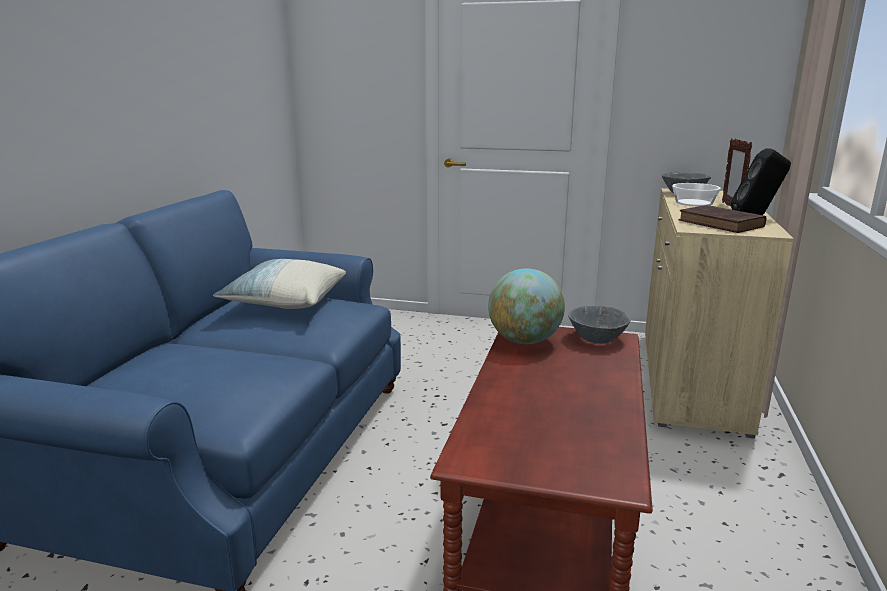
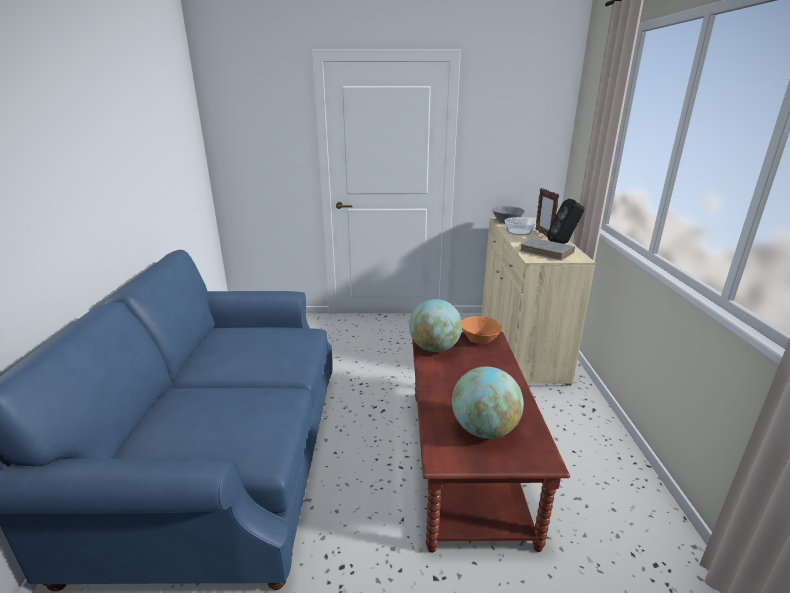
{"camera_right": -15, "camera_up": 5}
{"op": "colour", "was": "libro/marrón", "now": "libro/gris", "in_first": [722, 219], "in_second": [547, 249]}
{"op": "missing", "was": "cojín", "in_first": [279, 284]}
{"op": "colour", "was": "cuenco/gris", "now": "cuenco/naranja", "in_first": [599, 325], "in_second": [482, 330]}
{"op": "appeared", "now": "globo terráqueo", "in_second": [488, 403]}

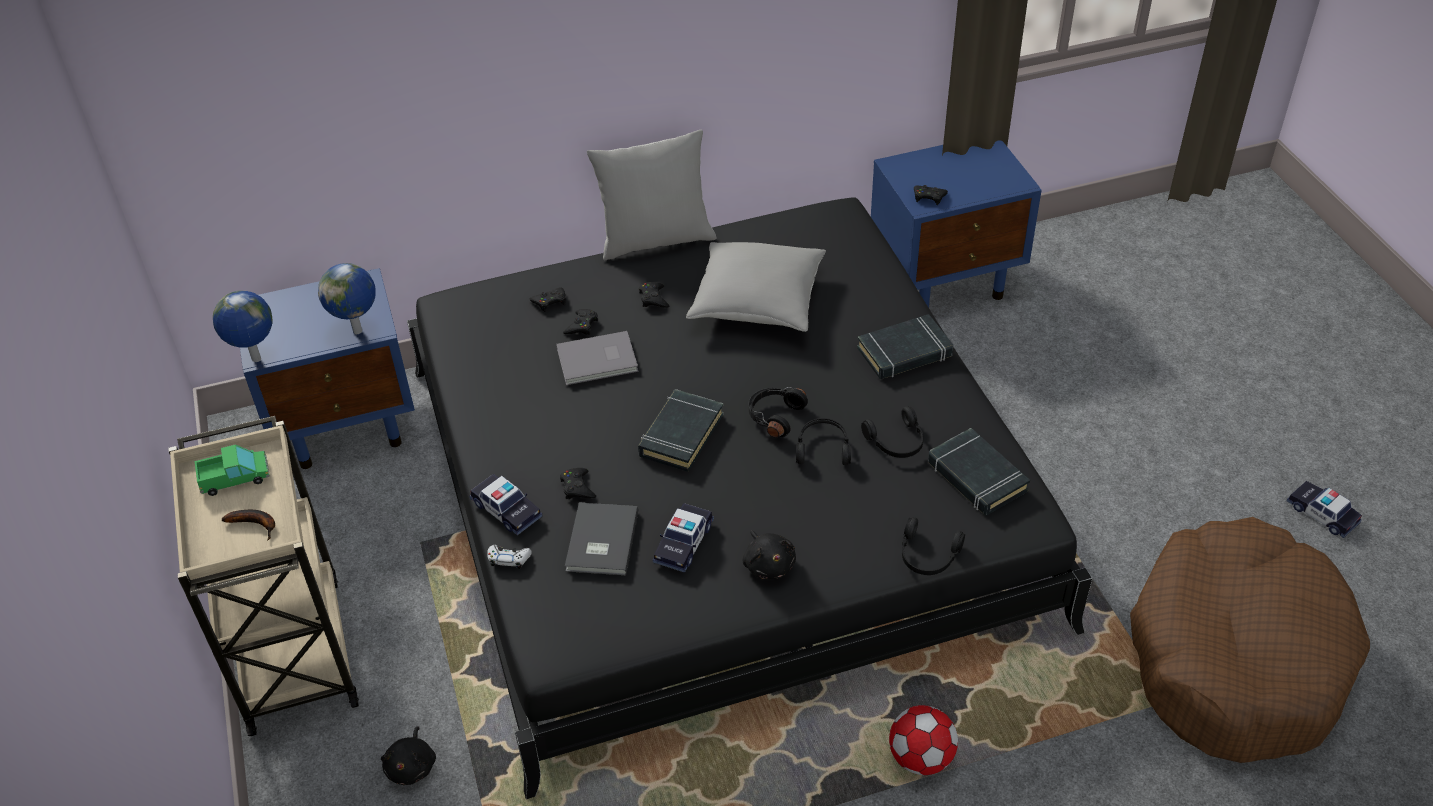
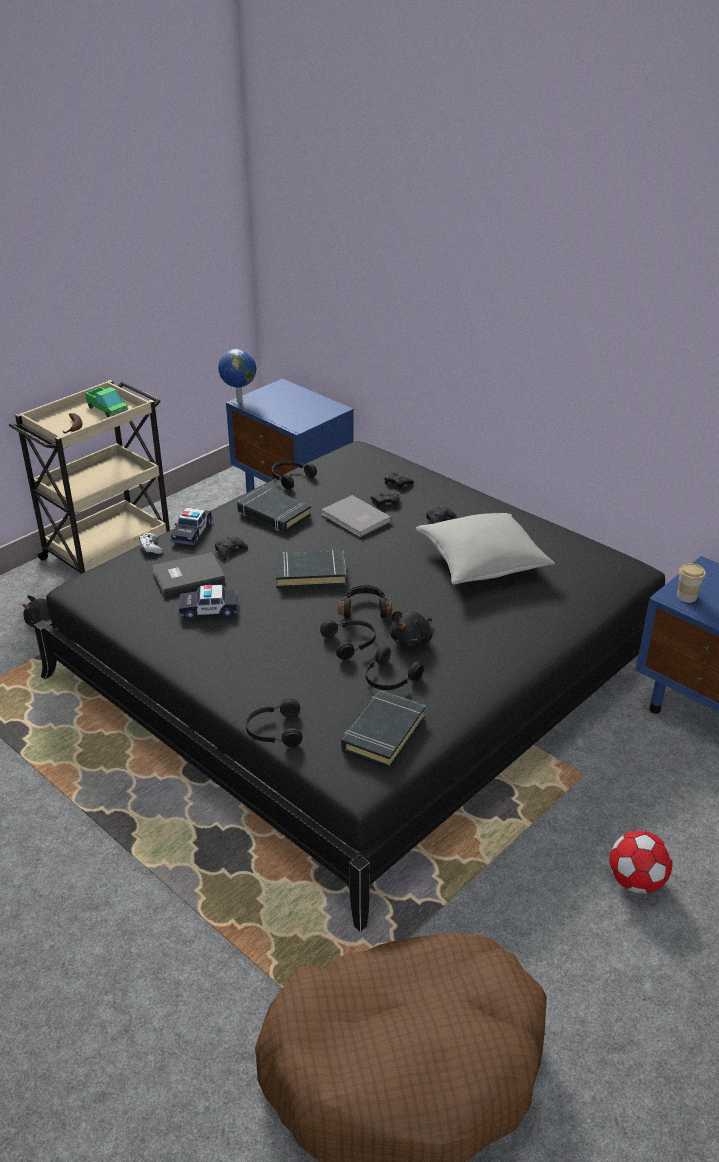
{"camera_right": 60, "camera_up": -10}
{"op": "missing", "was": "cojín/gris", "in_first": [652, 195]}
{"op": "exchanged", "was": "mando de consola/negro", "now": "taza", "in_first": [931, 195], "in_second": [691, 583]}
{"op": "missing", "was": "globo terráqueo", "in_first": [346, 298]}
{"op": "relocated", "was": "libro/negro", "in_first": [905, 346], "in_second": [274, 509]}
{"op": "missing", "was": "coche de juguete", "in_first": [1324, 509]}
{"op": "relocated", "was": "peluche/negro", "in_first": [769, 555], "in_second": [411, 629]}
{"op": "relocated", "was": "balón de fútbol", "in_first": [923, 740], "in_second": [641, 862]}
{"op": "appeared", "now": "auriculares/negro", "in_second": [294, 475]}

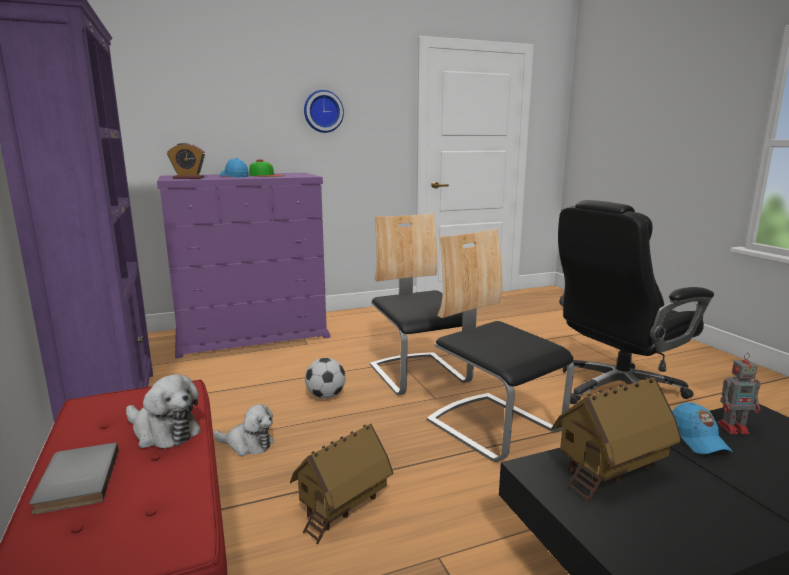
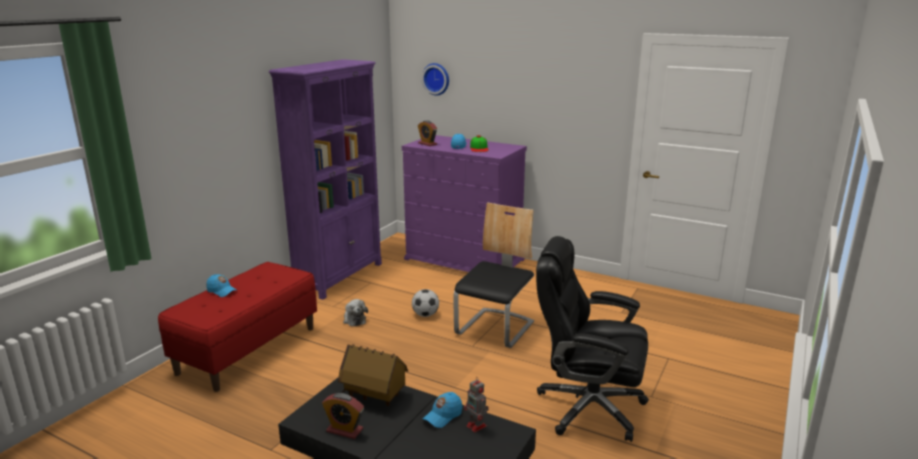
{"camera_right": 50, "camera_up": 5}
{"op": "relocated", "was": "reloj de pared", "in_first": [324, 111], "in_second": [435, 79]}
{"op": "missing", "was": "silla", "in_first": [500, 345]}
{"op": "missing", "was": "peluche", "in_first": [163, 411]}
{"op": "missing", "was": "casita", "in_first": [341, 484]}
{"op": "exchanged", "was": "libro/gris", "now": "gorra/azul", "in_first": [74, 478], "in_second": [222, 285]}
{"op": "appeared", "now": "despertador", "in_second": [343, 416]}

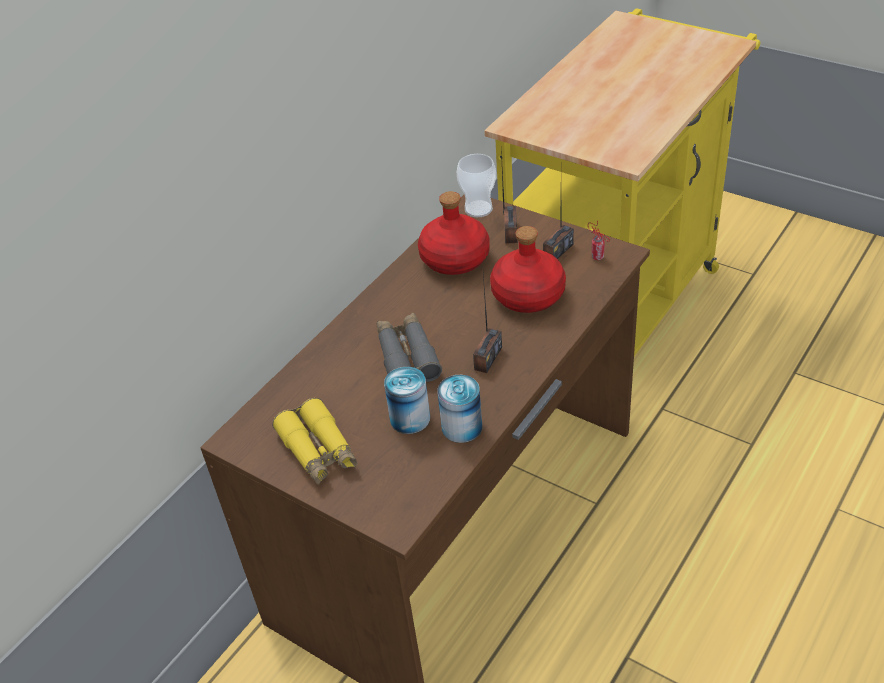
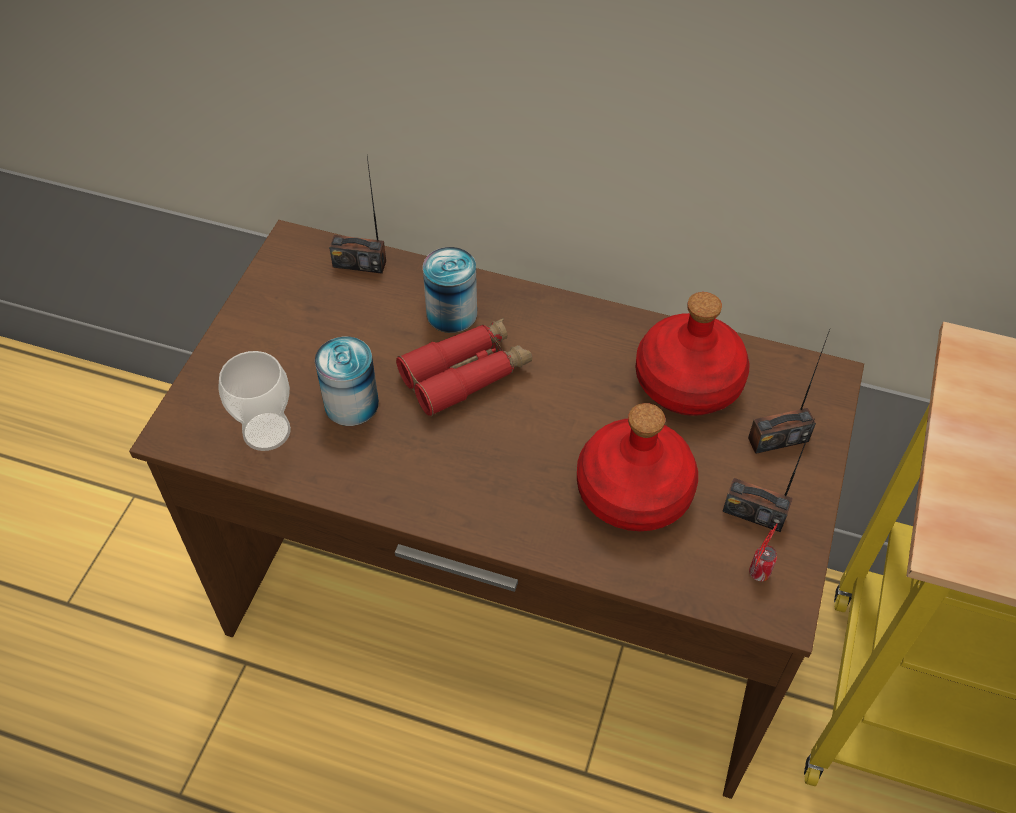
{"camera_right": 70, "camera_up": 10}
{"op": "relocated", "was": "taza", "in_first": [476, 185], "in_second": [254, 401]}
{"op": "relocated", "was": "radio", "in_first": [487, 323], "in_second": [357, 215]}
{"op": "colour", "was": "prismáticos/gris", "now": "prismáticos/rojo", "in_first": [409, 347], "in_second": [464, 367]}
{"op": "relocated", "was": "lata", "in_first": [460, 409], "in_second": [450, 290]}
{"op": "missing", "was": "prismáticos/amarillo", "in_first": [314, 441]}

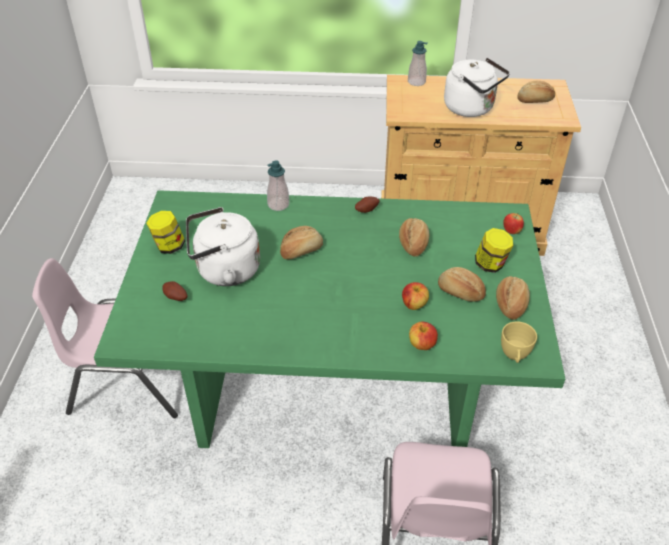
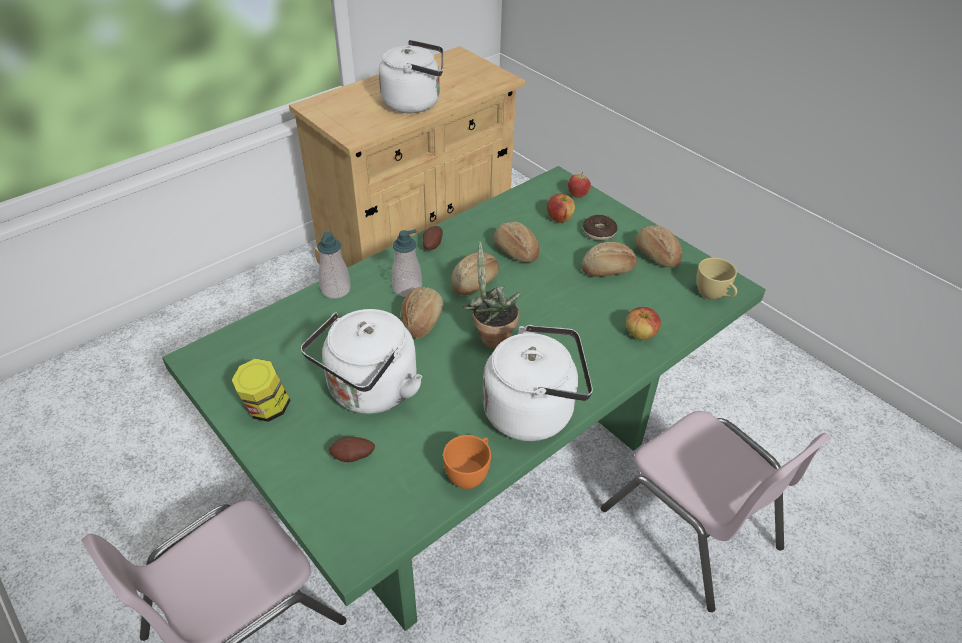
{"camera_right": -45, "camera_up": 0}
{"op": "relocated", "was": "dispensador de jabón", "in_first": [418, 63], "in_second": [407, 263]}
{"op": "relocated", "was": "pan", "in_first": [536, 92], "in_second": [475, 273]}
{"op": "exchanged", "was": "tarro", "now": "rosquilla", "in_first": [494, 250], "in_second": [600, 228]}
{"op": "relocated", "was": "manzana", "in_first": [415, 296], "in_second": [561, 208]}
{"op": "appeared", "now": "planta en maceta", "in_second": [492, 295]}
{"op": "appeared", "now": "hervidor/blanco", "in_second": [537, 383]}
{"op": "appeared", "now": "taza/naranja", "in_second": [467, 462]}

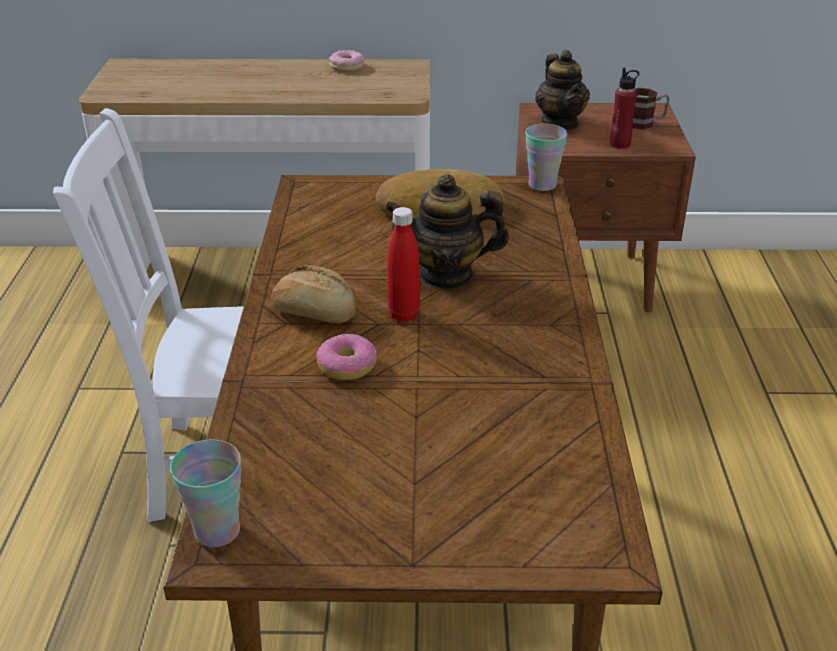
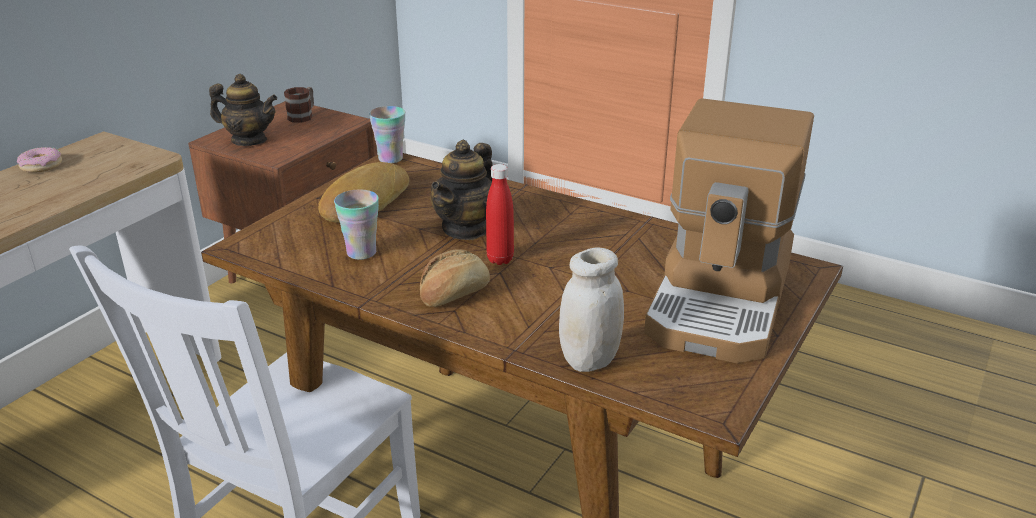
{"camera_right": -60, "camera_up": -5}
{"op": "missing", "was": "botella/rojo", "in_first": [624, 108]}
{"op": "missing", "was": "rosquilla", "in_first": [346, 357]}
{"op": "relocated", "was": "taza", "in_first": [205, 493], "in_second": [356, 225]}
{"op": "appeared", "now": "cafetera", "in_second": [729, 230]}
{"op": "appeared", "now": "tarro/blanco", "in_second": [591, 309]}

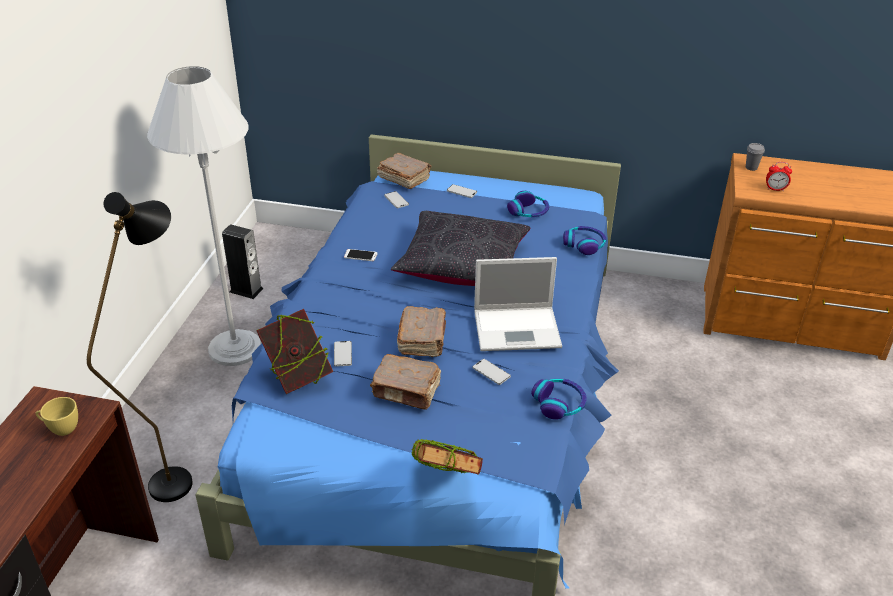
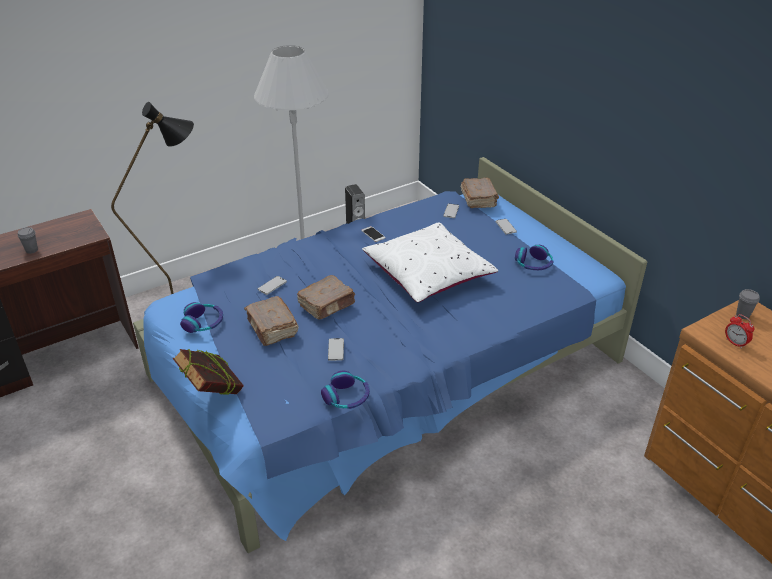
{"camera_right": 45, "camera_up": 0}
{"op": "colour", "was": "cojín/negro", "now": "cojín/blanco", "in_first": [460, 248], "in_second": [430, 262]}
{"op": "relocated", "was": "auriculares", "in_first": [585, 240], "in_second": [201, 317]}
{"op": "missing", "was": "portátil", "in_first": [518, 304]}
{"op": "missing", "was": "libro", "in_first": [295, 351]}
{"op": "missing", "was": "taza/amarillo", "in_first": [57, 416]}
{"op": "appeared", "now": "taza/gris", "in_second": [28, 240]}

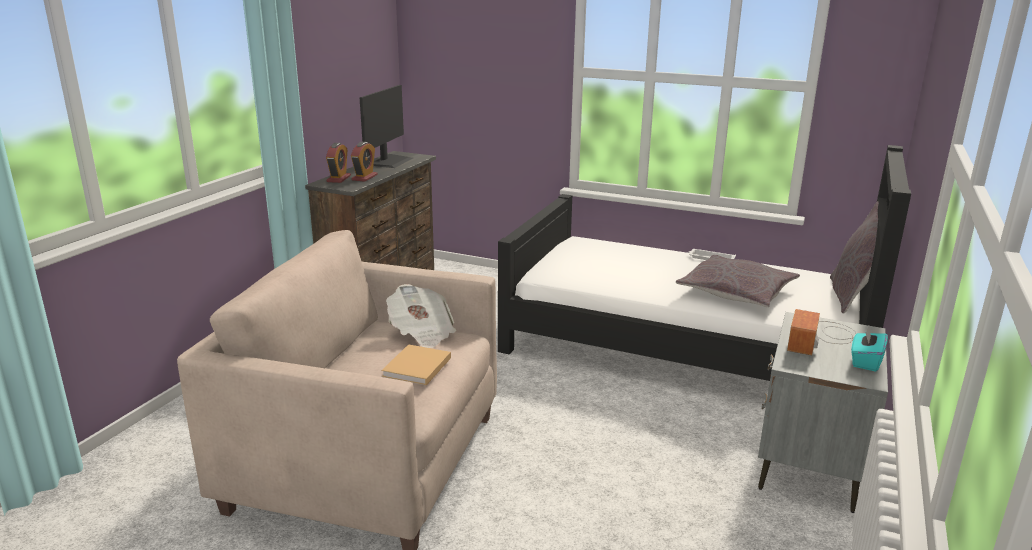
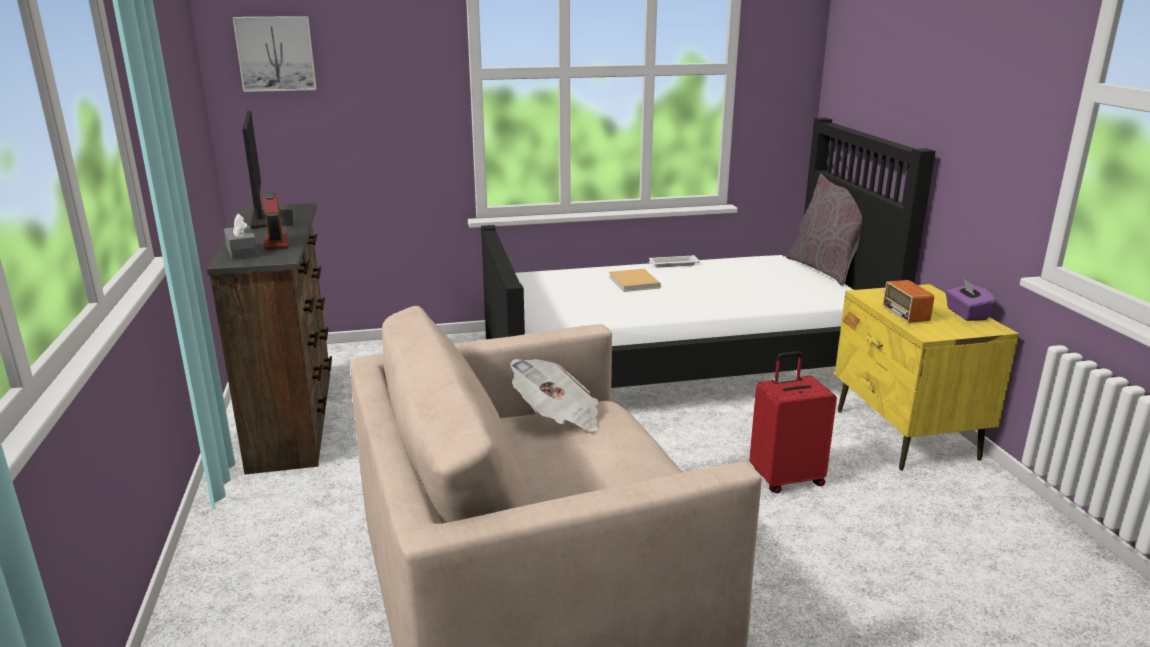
{"camera_right": -35, "camera_up": 0}
{"op": "exchanged", "was": "despertador", "now": "caja de pañuelos/gris", "in_first": [338, 163], "in_second": [241, 236]}
{"op": "missing", "was": "cojín/gris", "in_first": [738, 281]}
{"op": "colour", "was": "mesita de noche/gris", "now": "mesita de noche/amarillo", "in_first": [823, 412], "in_second": [927, 377]}
{"op": "colour", "was": "caja de pañuelos/turquesa", "now": "caja de pañuelos/morado", "in_first": [869, 349], "in_second": [970, 300]}
{"op": "relocated", "was": "libro/beis", "in_first": [416, 364], "in_second": [634, 280]}
{"op": "appeared", "now": "cuadro", "in_second": [275, 54]}
{"op": "appeared", "now": "maleta/rojo", "in_second": [793, 422]}

